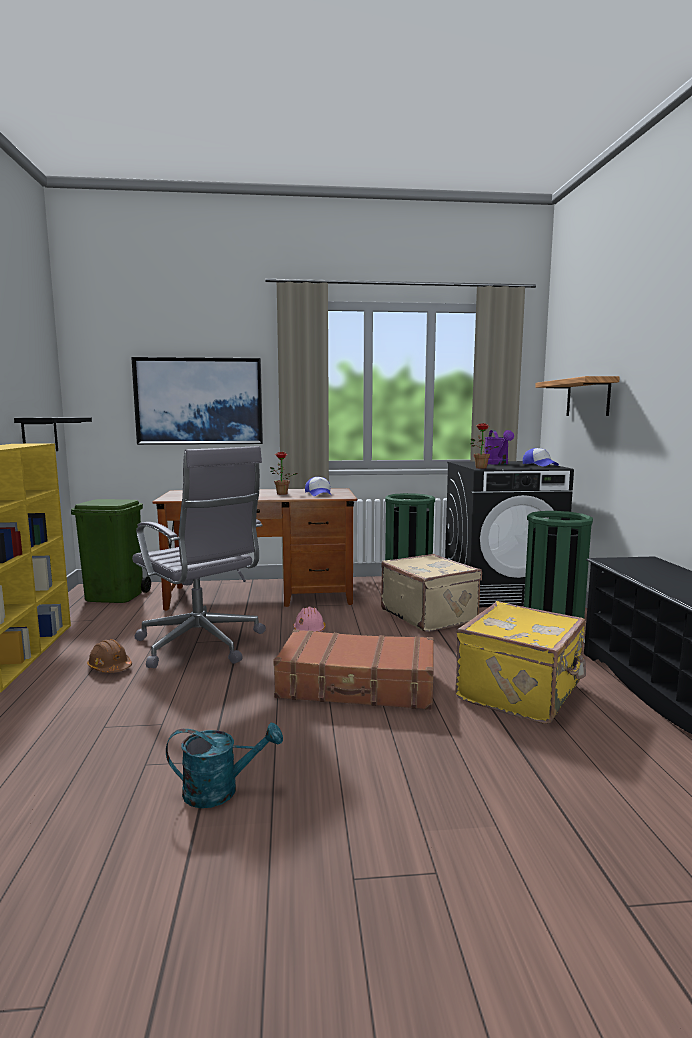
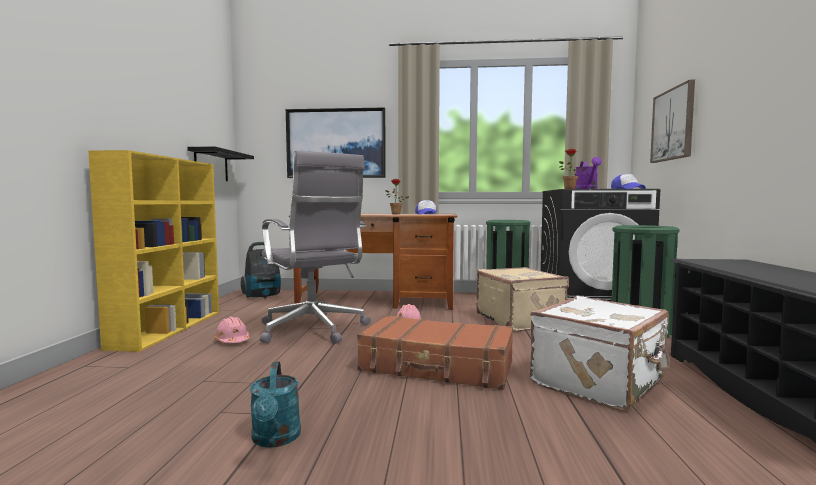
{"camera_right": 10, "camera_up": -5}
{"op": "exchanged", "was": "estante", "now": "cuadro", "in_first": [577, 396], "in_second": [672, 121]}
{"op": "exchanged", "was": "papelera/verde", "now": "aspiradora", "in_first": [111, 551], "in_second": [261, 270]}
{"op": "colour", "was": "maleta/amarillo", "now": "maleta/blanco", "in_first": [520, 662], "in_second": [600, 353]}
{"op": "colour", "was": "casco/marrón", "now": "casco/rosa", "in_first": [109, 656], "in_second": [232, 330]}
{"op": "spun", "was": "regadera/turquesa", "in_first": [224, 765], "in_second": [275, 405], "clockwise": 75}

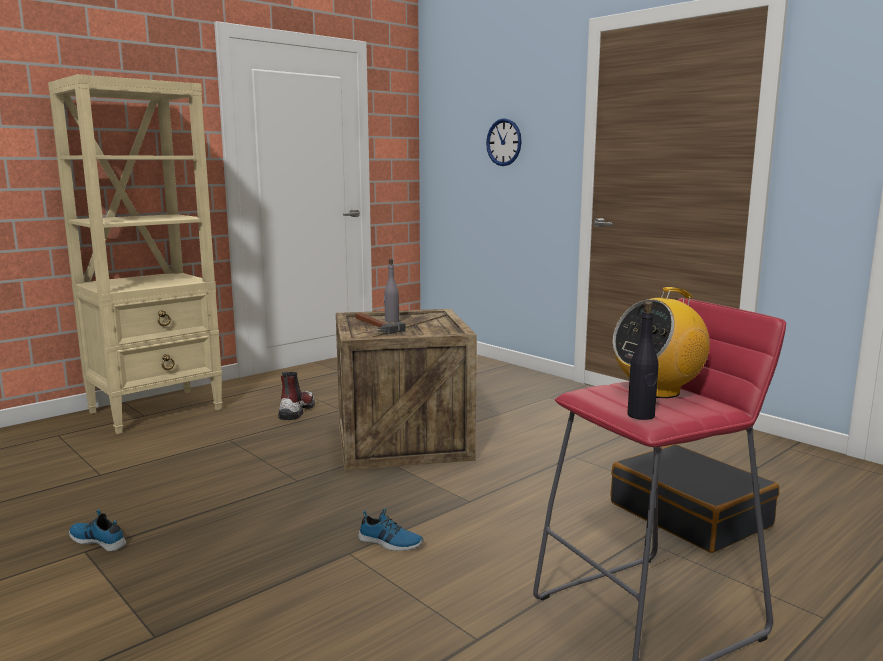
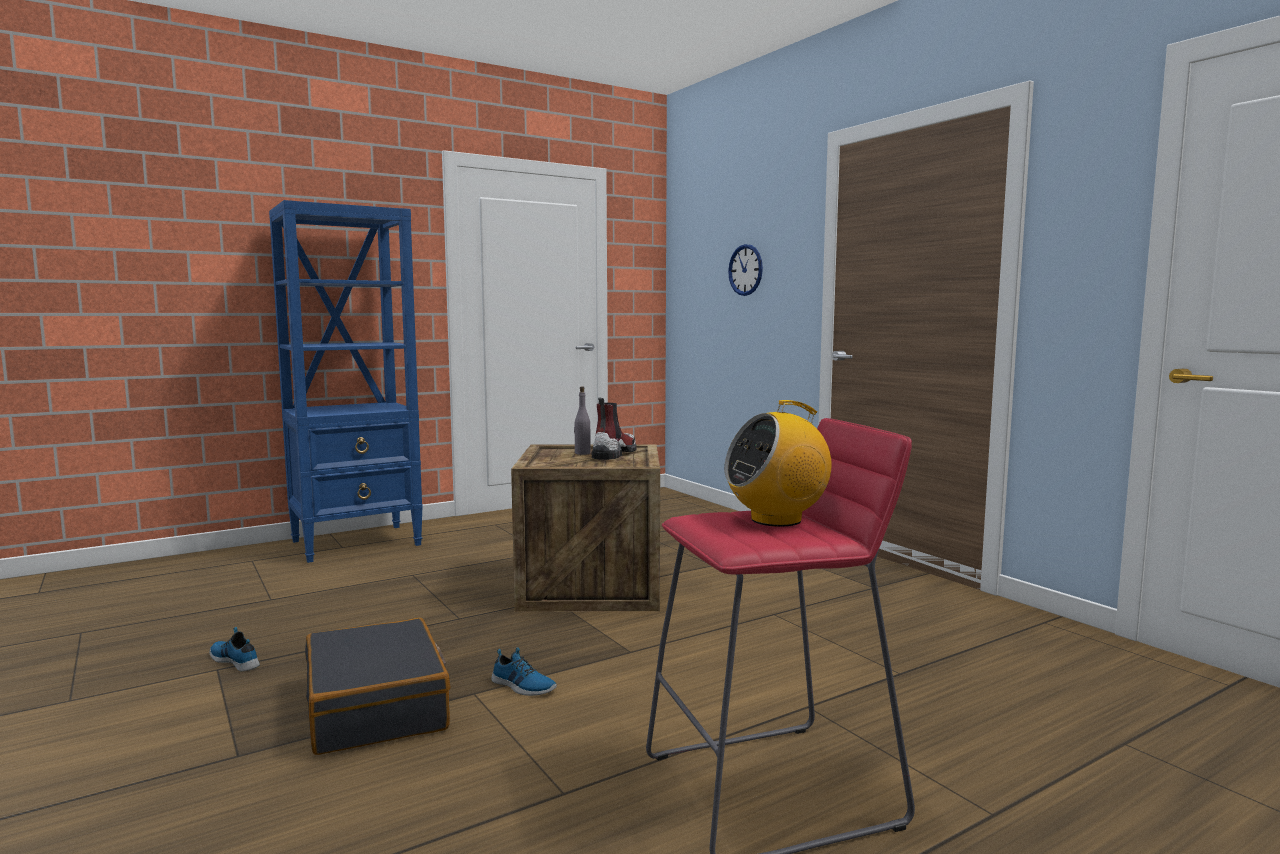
{"camera_right": 10, "camera_up": -5}
{"op": "colour", "was": "estantería/beis", "now": "estantería/azul", "in_first": [135, 254], "in_second": [346, 381]}
{"op": "missing", "was": "botella/negro", "in_first": [642, 360]}
{"op": "missing", "was": "martillo", "in_first": [380, 323]}
{"op": "relocated", "was": "bota", "in_first": [296, 395], "in_second": [614, 429]}
{"op": "relocated", "was": "maleta/negro", "in_first": [695, 498], "in_second": [377, 686]}

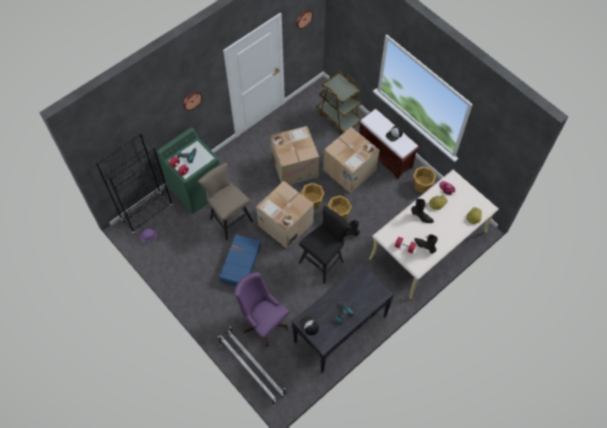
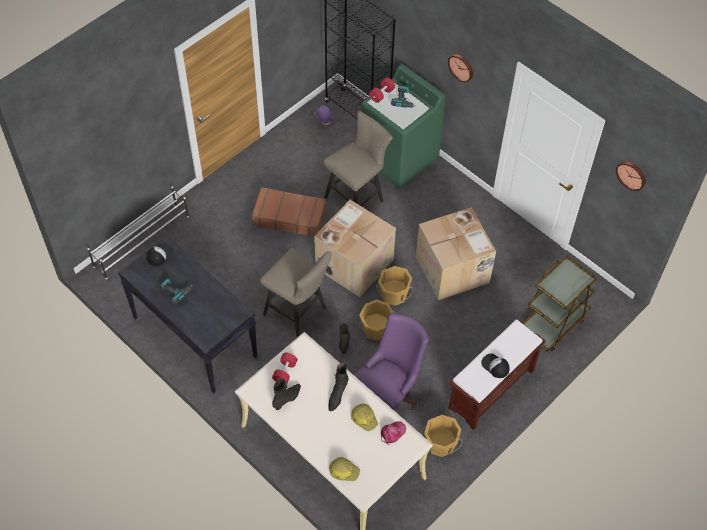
{"camera_right": 85, "camera_up": -5}
{"op": "missing", "was": "caja de cartón", "in_first": [351, 160]}
{"op": "colour", "was": "taburete/negro", "now": "taburete/beis", "in_first": [325, 245], "in_second": [296, 292]}
{"op": "colour", "was": "maleta/azul", "now": "maleta/marrón", "in_first": [240, 260], "in_second": [289, 212]}
{"op": "relocated", "was": "silla de oficina/morado", "in_first": [262, 309], "in_second": [392, 361]}

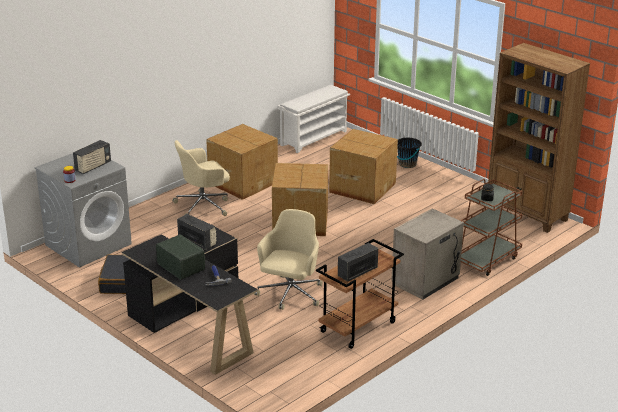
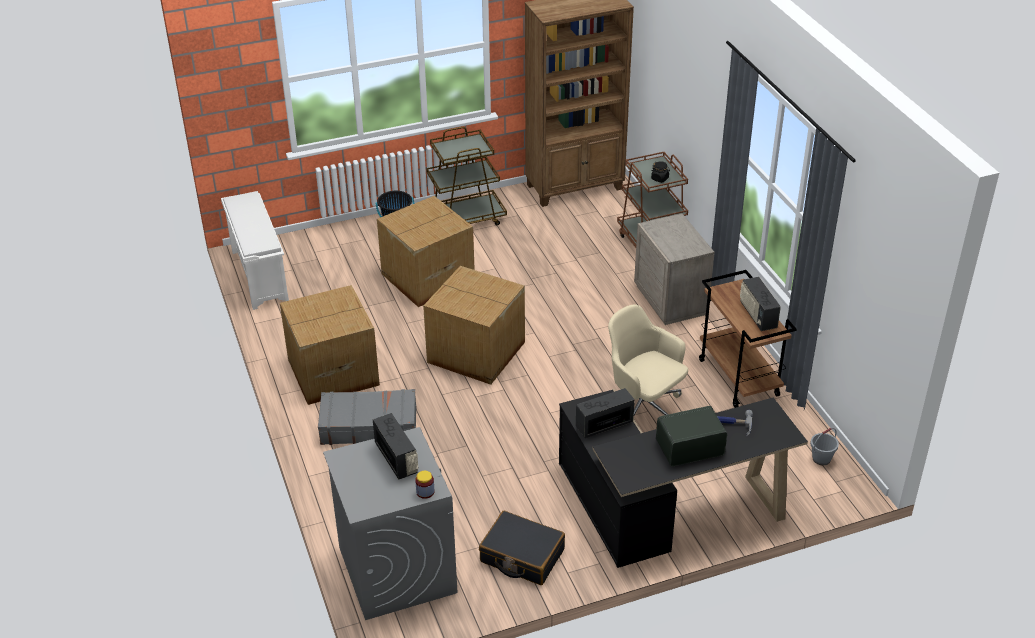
{"camera_right": -65, "camera_up": 10}
{"op": "exchanged", "was": "silla de oficina/beis", "now": "maleta/gris", "in_first": [201, 178], "in_second": [367, 417]}
{"op": "appeared", "now": "carrito/marrón", "in_second": [466, 176]}
{"op": "appeared", "now": "cubo/gris", "in_second": [824, 446]}

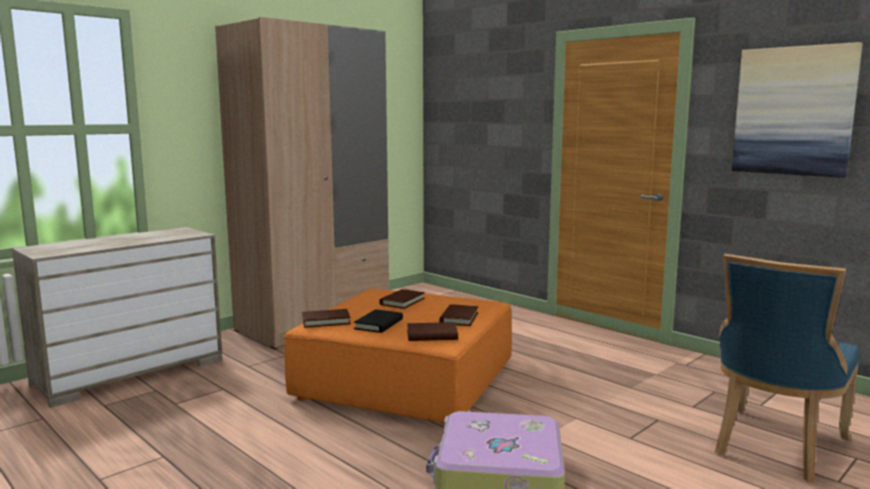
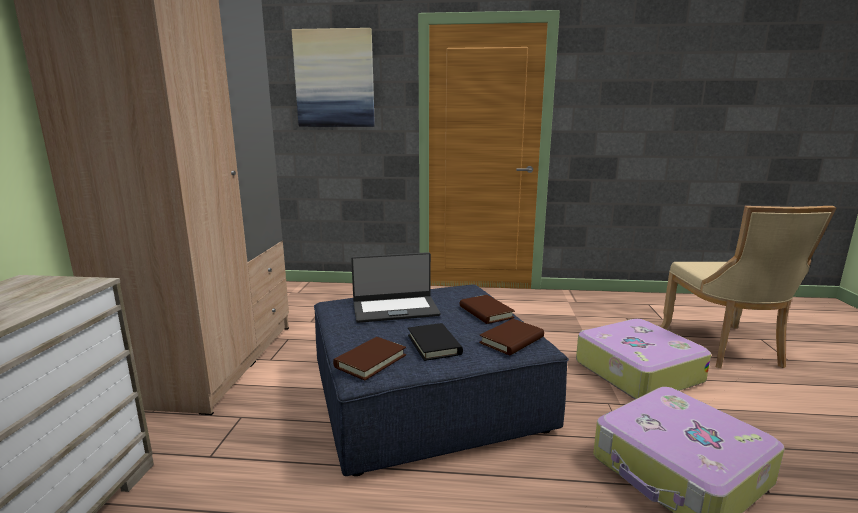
{"camera_right": -40, "camera_up": 5}
{"op": "relocated", "was": "cuadro", "in_first": [797, 110], "in_second": [333, 77]}
{"op": "colour", "was": "silla/azul", "now": "silla/beis", "in_first": [787, 368], "in_second": [748, 287]}
{"op": "colour", "was": "puf/naranja", "now": "puf/azul", "in_first": [398, 357], "in_second": [441, 380]}
{"op": "exchanged", "was": "libro/marrón", "now": "portátil", "in_first": [402, 299], "in_second": [395, 287]}
{"op": "appeared", "now": "maleta", "in_second": [643, 359]}

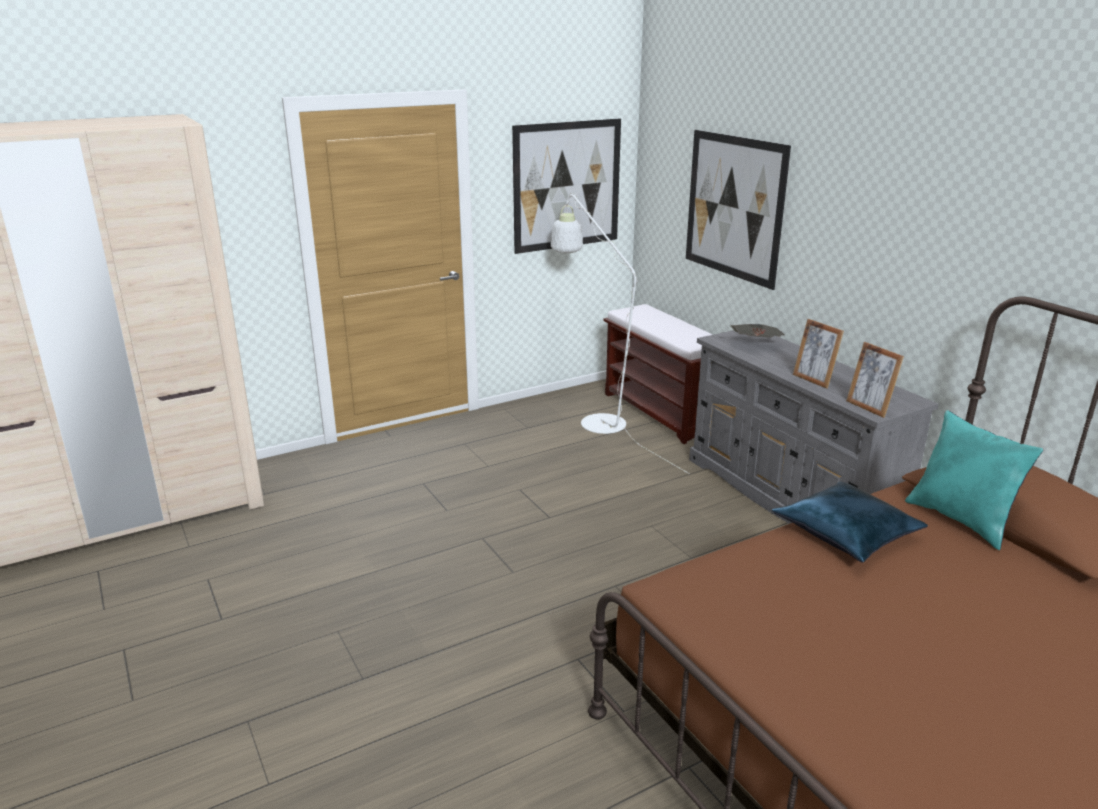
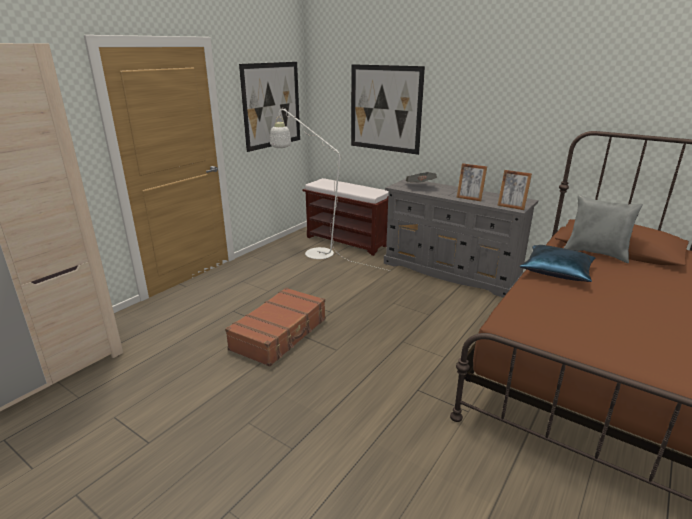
{"camera_right": -25, "camera_up": 0}
{"op": "colour", "was": "cojín/turquesa", "now": "cojín/gris", "in_first": [974, 480], "in_second": [603, 229]}
{"op": "appeared", "now": "maleta/marrón", "in_second": [275, 327]}

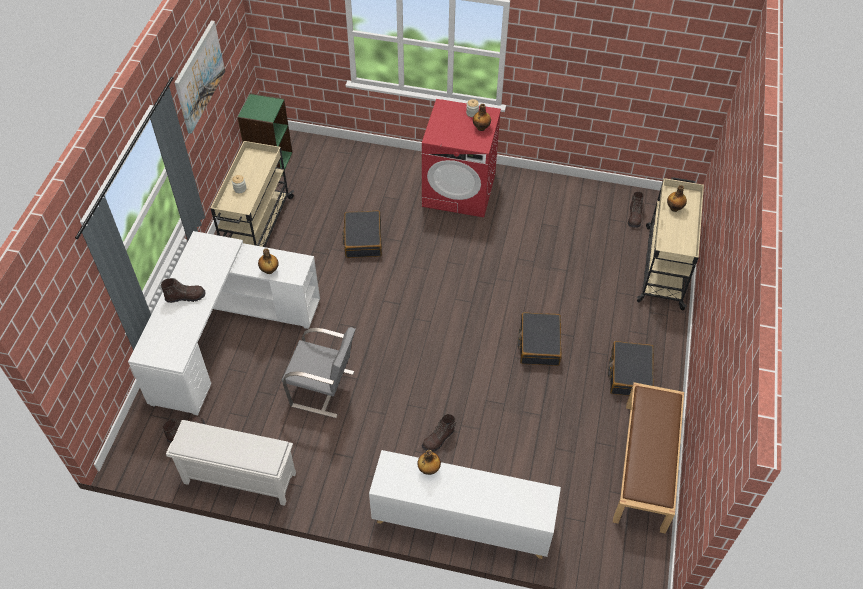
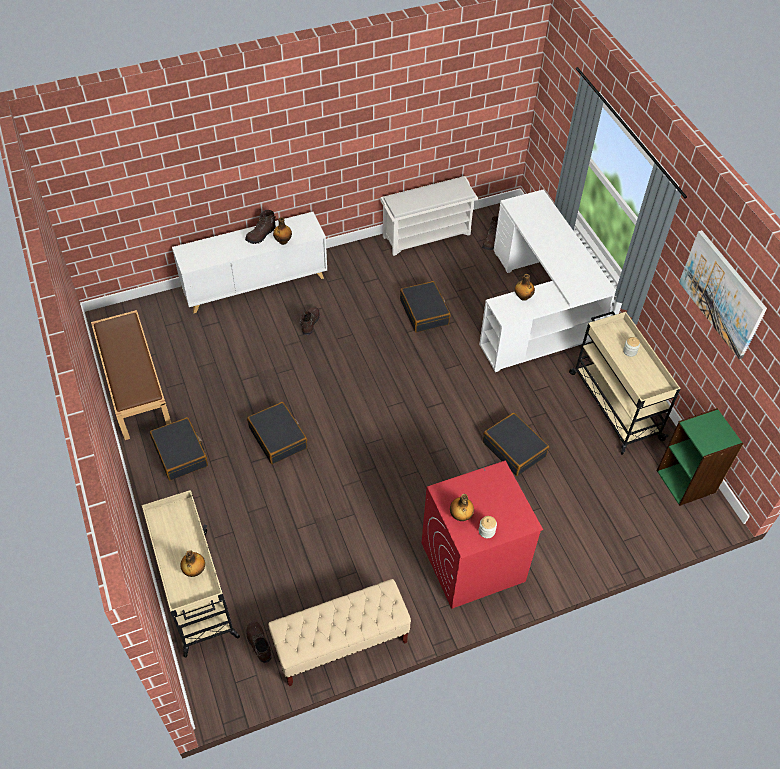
{"camera_right": 145, "camera_up": 0}
{"op": "relocated", "was": "bota/marrón", "in_first": [183, 290], "in_second": [260, 227]}
{"op": "exchanged", "was": "silla/gris", "now": "maleta/negro", "in_first": [318, 372], "in_second": [425, 306]}
{"op": "appeared", "now": "banco/beis", "in_second": [339, 632]}

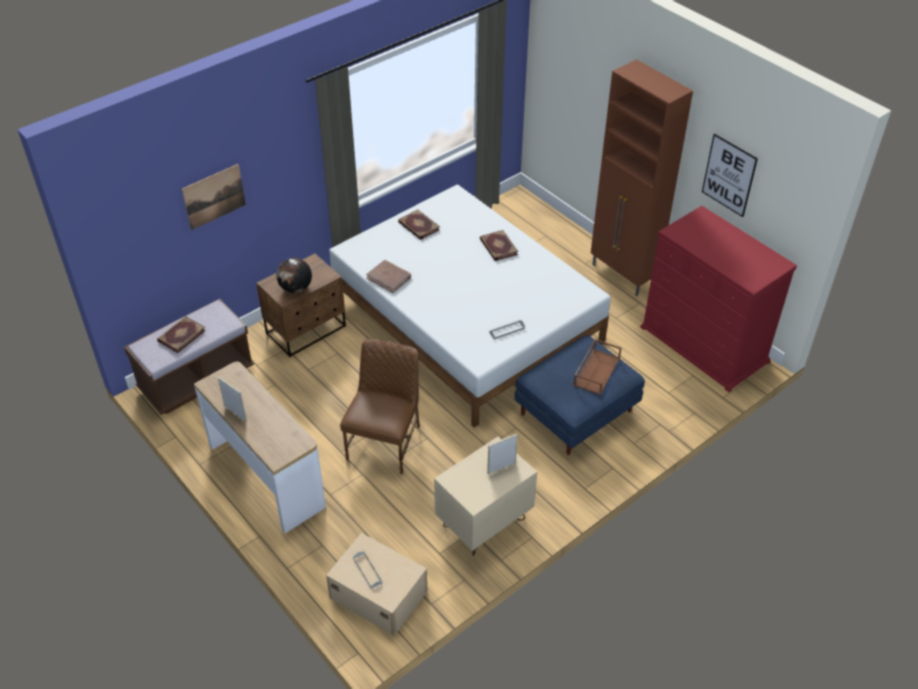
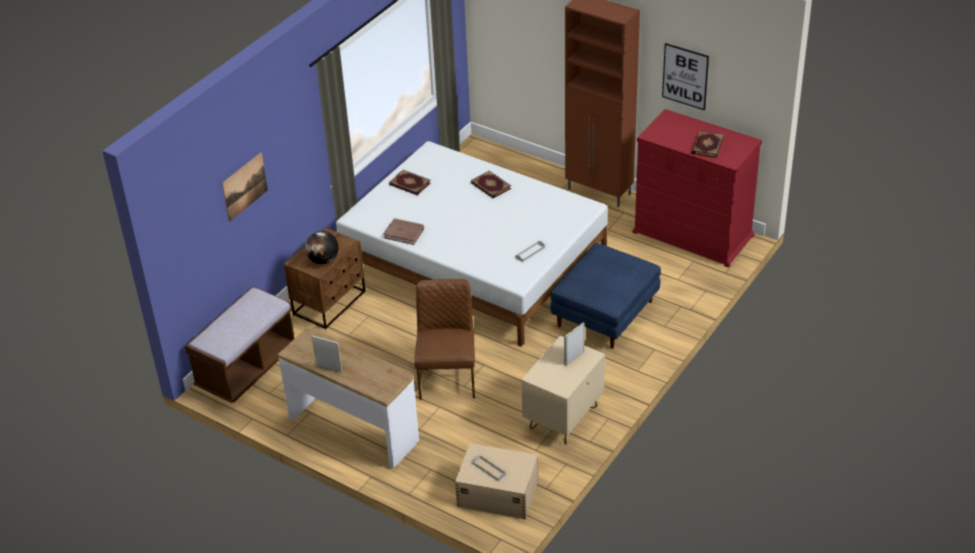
{"camera_right": -15, "camera_up": -5}
{"op": "relocated", "was": "libro", "in_first": [181, 334], "in_second": [707, 144]}
{"op": "missing", "was": "bandeja/marrón", "in_first": [597, 367]}

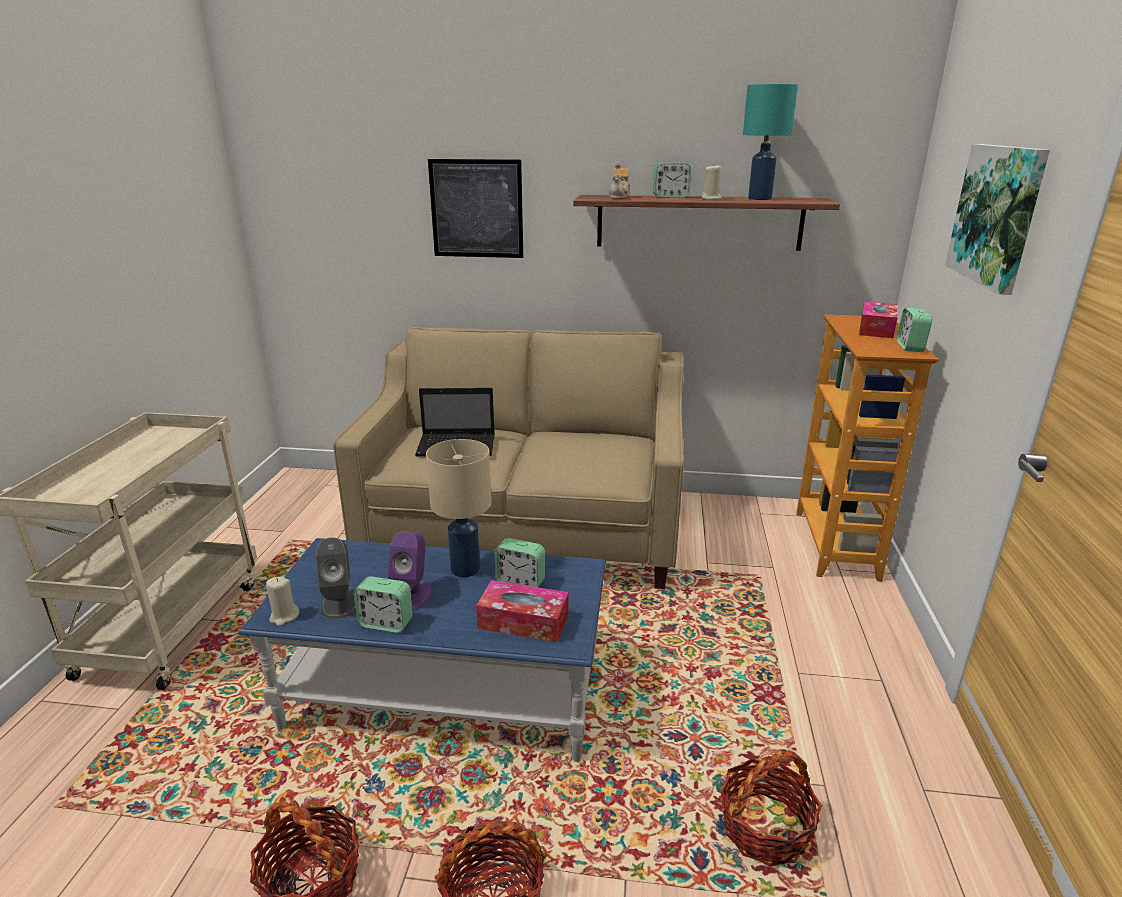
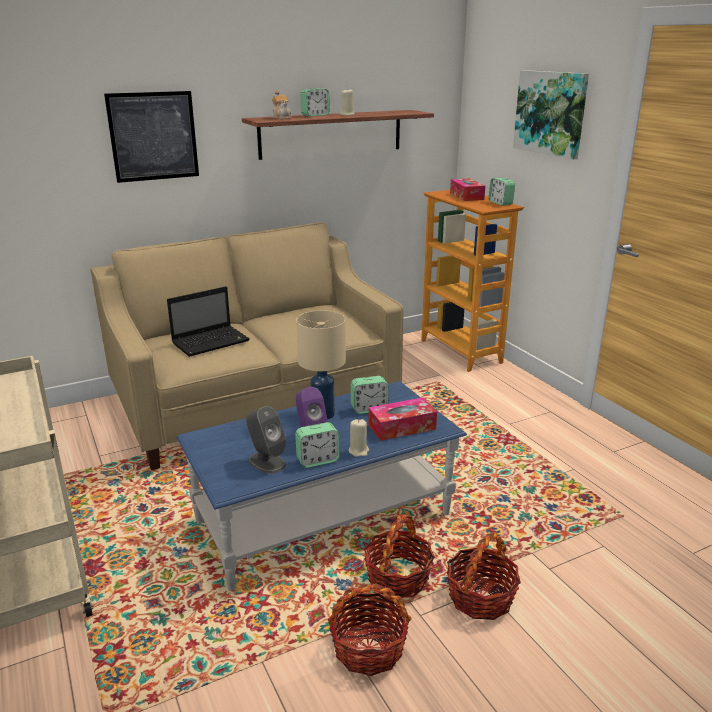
{"camera_right": -35, "camera_up": 0}
{"op": "missing", "was": "lámpara de mesa/turquesa", "in_first": [770, 142]}
{"op": "relocated", "was": "vela/beis", "in_first": [282, 601], "in_second": [358, 438]}
{"op": "relocated", "was": "cesta", "in_first": [771, 808], "in_second": [399, 556]}

